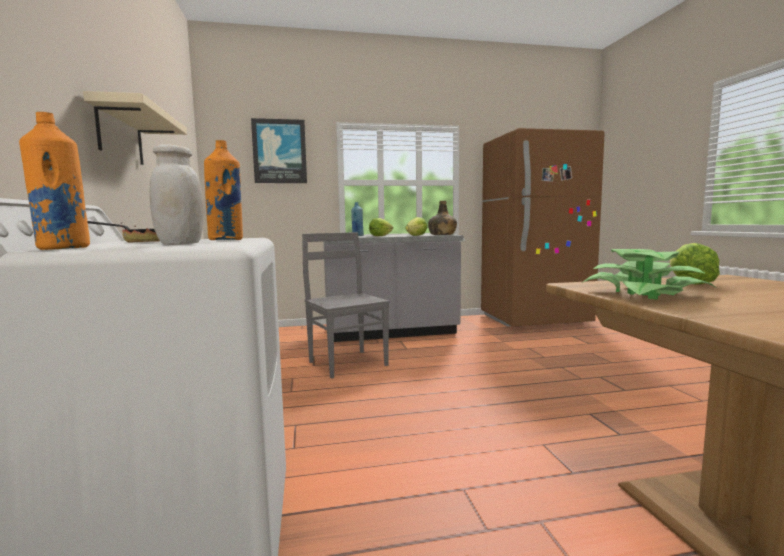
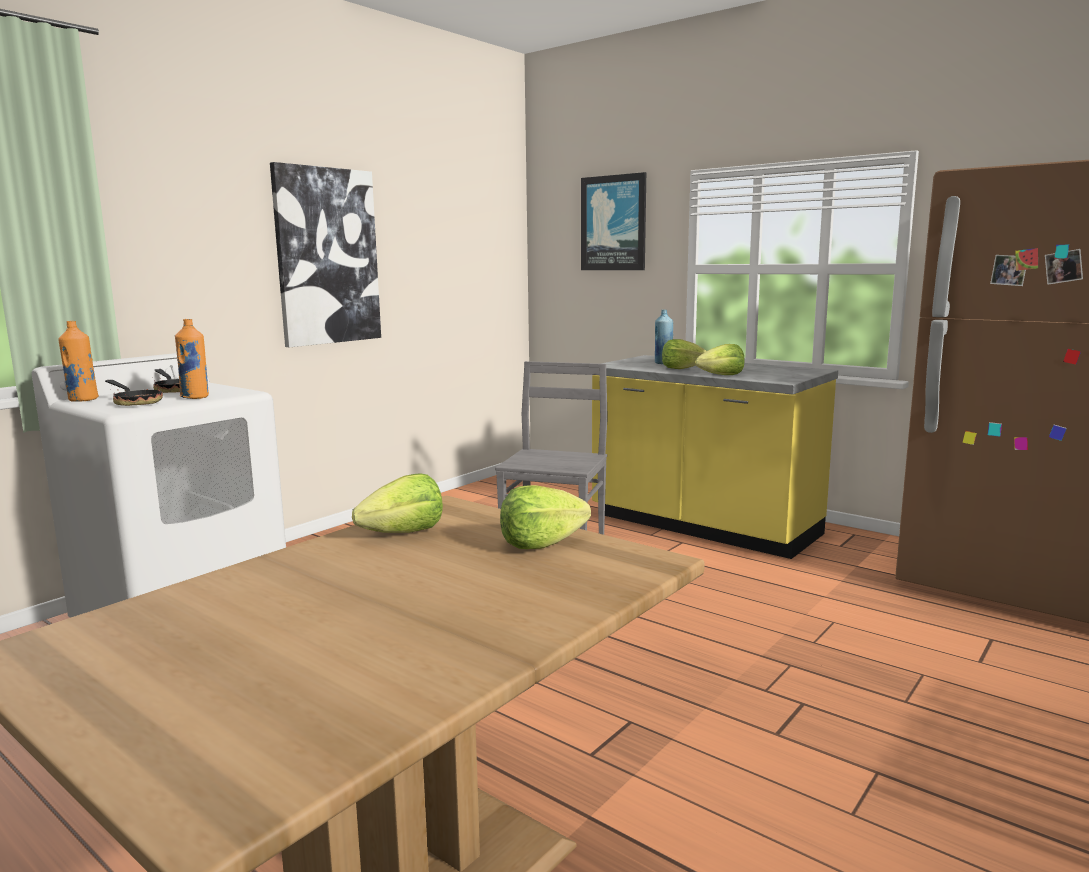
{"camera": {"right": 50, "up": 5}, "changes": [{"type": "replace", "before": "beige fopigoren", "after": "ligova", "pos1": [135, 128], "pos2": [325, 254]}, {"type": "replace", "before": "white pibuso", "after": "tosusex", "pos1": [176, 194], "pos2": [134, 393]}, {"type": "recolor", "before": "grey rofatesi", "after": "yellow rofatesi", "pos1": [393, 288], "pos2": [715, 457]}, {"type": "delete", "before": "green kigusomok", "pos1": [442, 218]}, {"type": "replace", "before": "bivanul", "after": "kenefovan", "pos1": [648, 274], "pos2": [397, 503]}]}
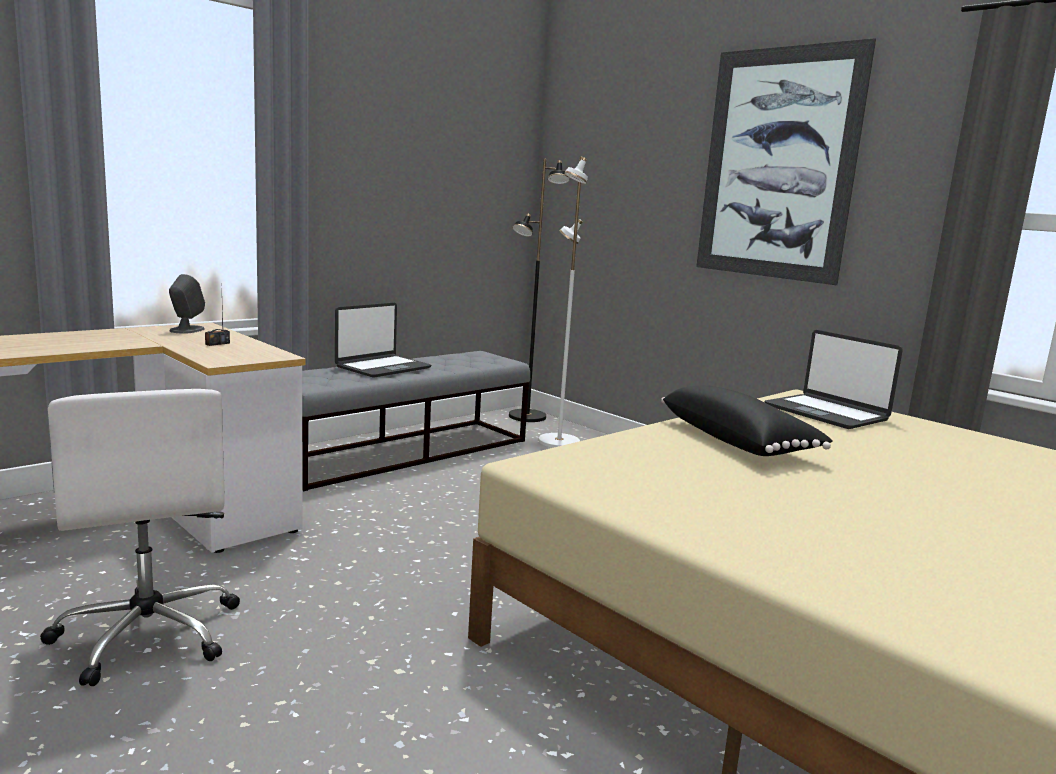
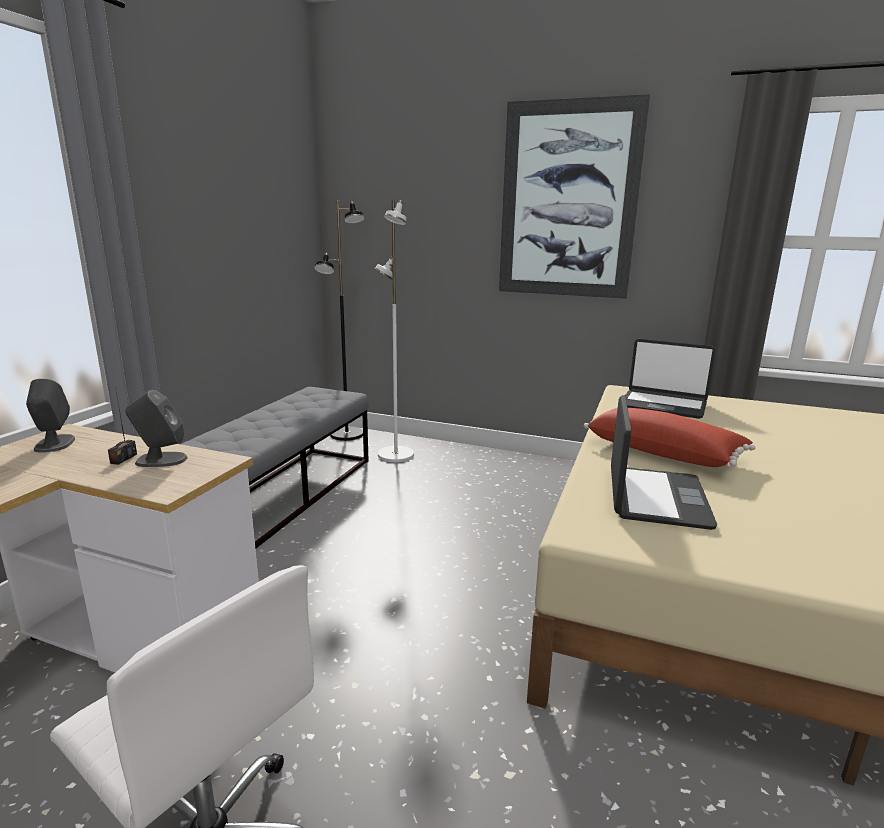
{"camera": {"right": -25, "up": 5}, "changes": [{"type": "move", "before": "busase", "pos1": [383, 340], "pos2": [664, 462]}, {"type": "recolor", "before": "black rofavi", "after": "red rofavi", "pos1": [747, 421], "pos2": [669, 437]}, {"type": "insert", "after": "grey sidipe", "pos2": [156, 428]}]}
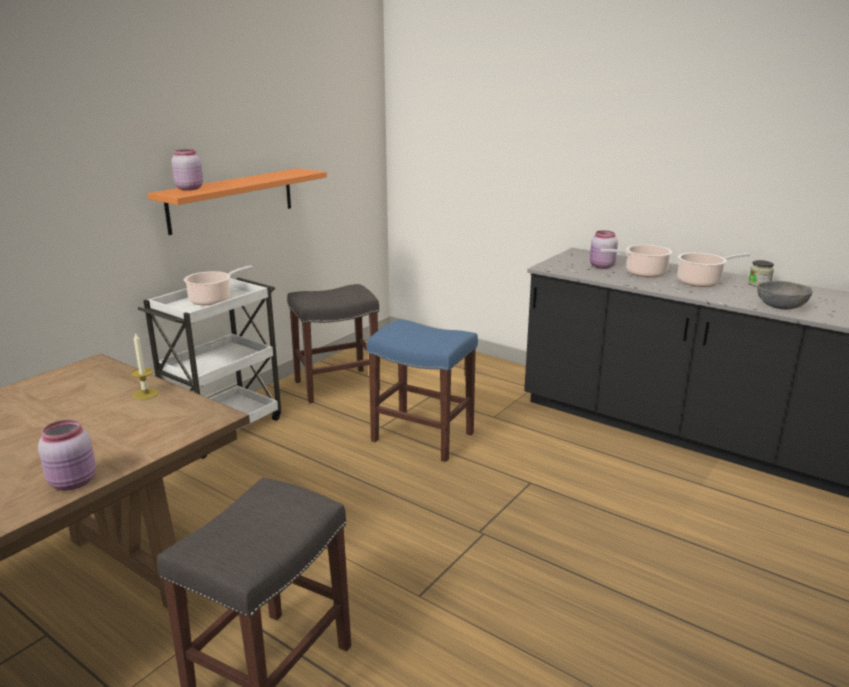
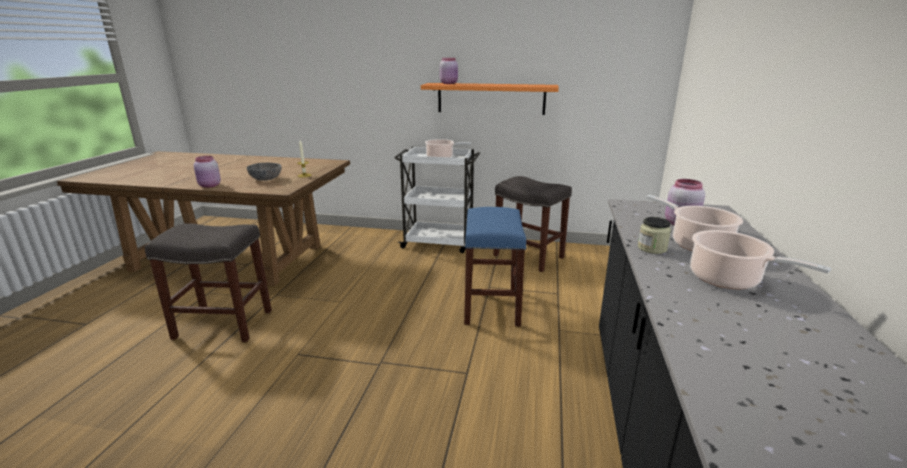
{"camera": {"right": 65, "up": 0}, "changes": [{"type": "move", "before": "pibuso", "pos1": [761, 273], "pos2": [654, 235]}, {"type": "move", "before": "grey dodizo", "pos1": [785, 295], "pos2": [264, 171]}]}
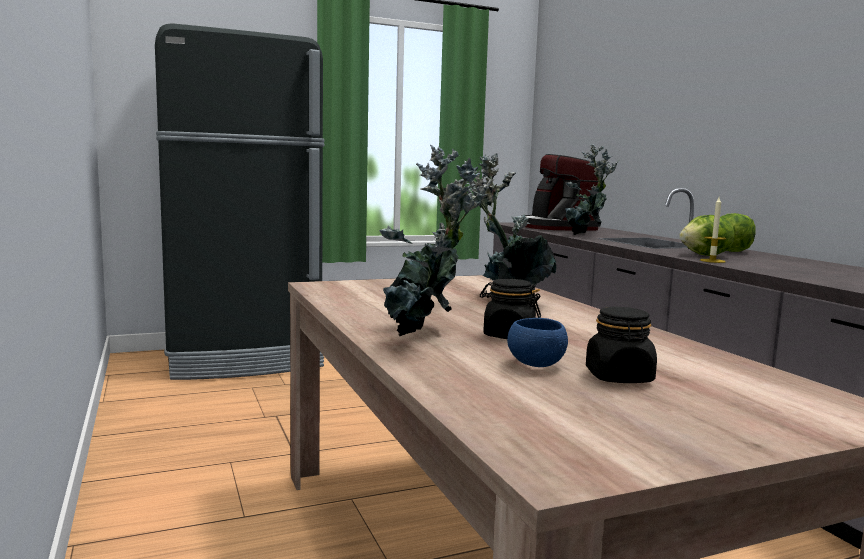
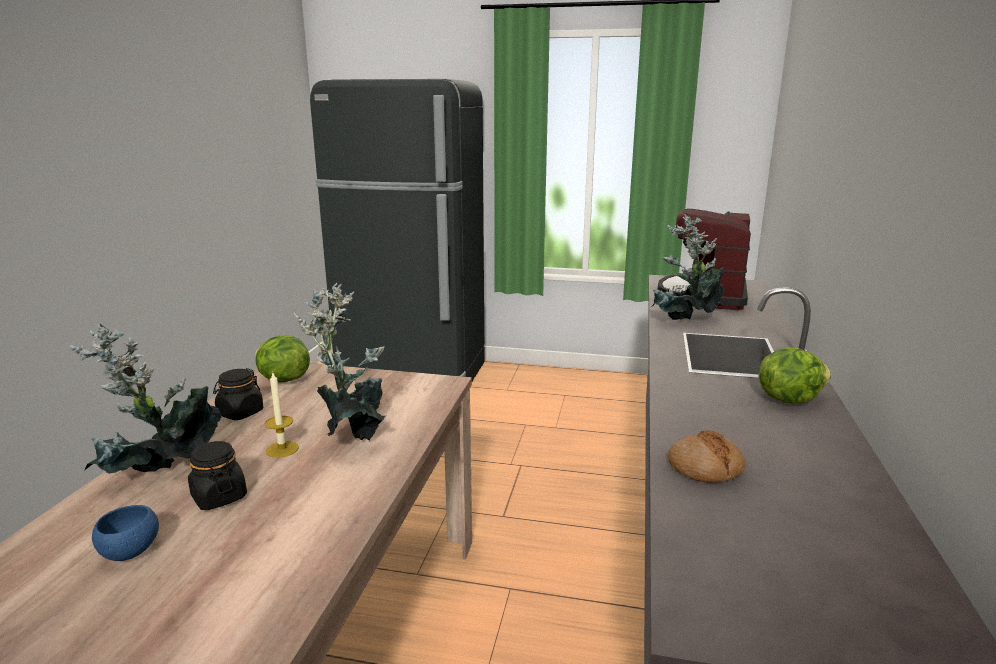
{"camera": {"right": 35, "up": 10}, "changes": [{"type": "move", "before": "black pibuso", "pos1": [621, 345], "pos2": [238, 394]}, {"type": "move", "before": "kenefovan", "pos1": [707, 235], "pos2": [282, 358]}, {"type": "move", "before": "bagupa", "pos1": [713, 230], "pos2": [282, 415]}, {"type": "insert", "after": "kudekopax", "pos2": [707, 456]}]}
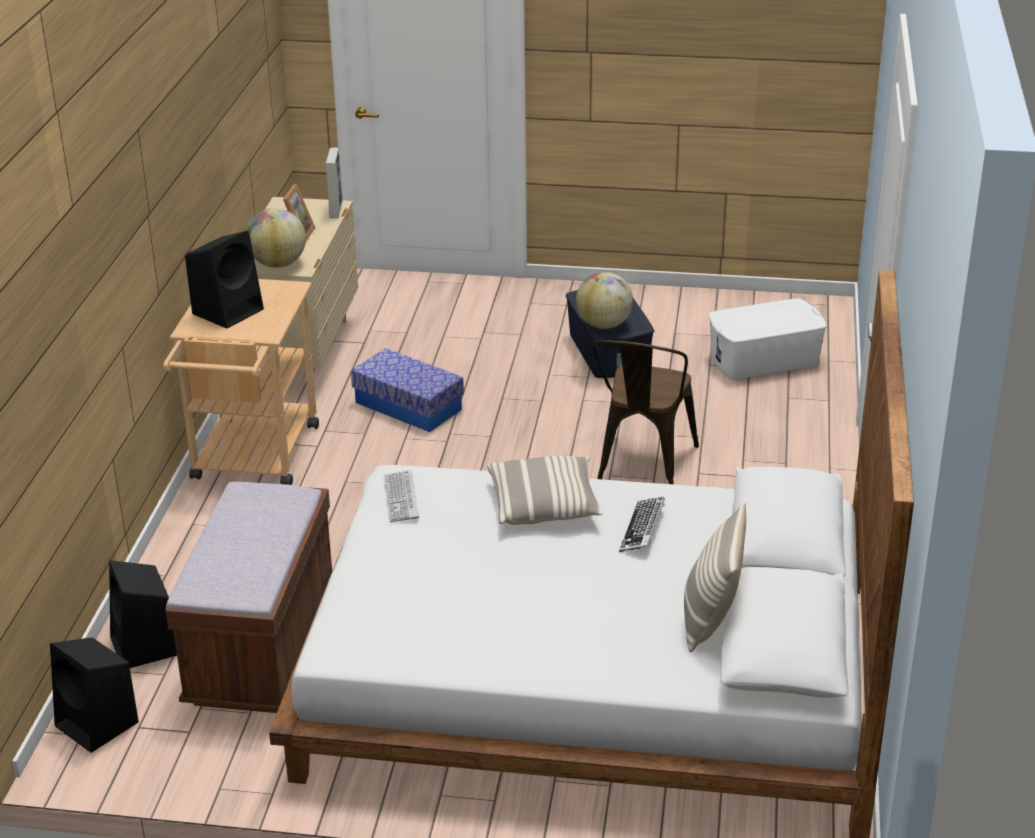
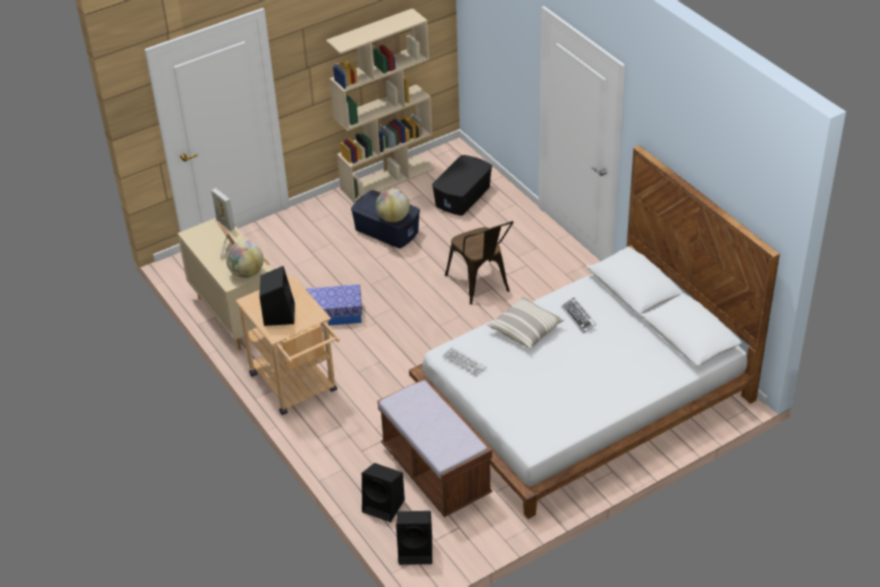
{"camera": {"right": -40, "up": 10}, "changes": [{"type": "delete", "before": "rofavi", "pos1": [715, 577]}, {"type": "recolor", "before": "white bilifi", "after": "black bilifi", "pos1": [768, 339], "pos2": [462, 185]}, {"type": "insert", "after": "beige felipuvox", "pos2": [380, 105]}]}
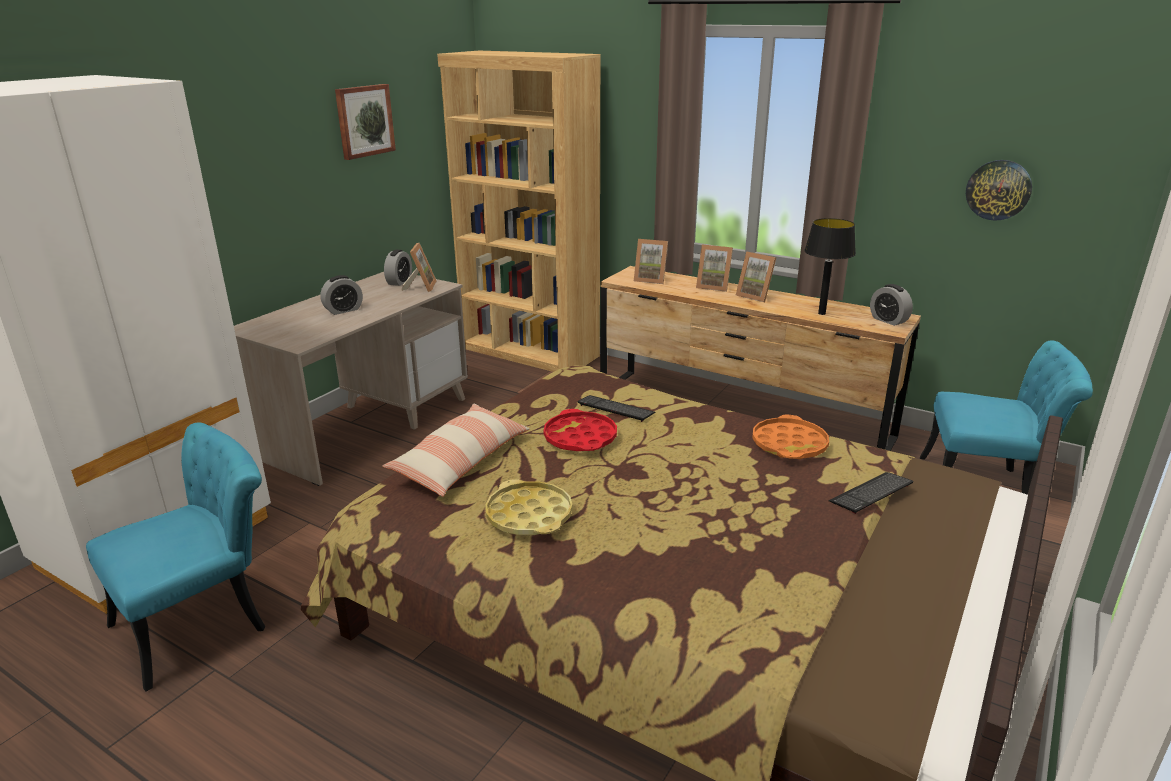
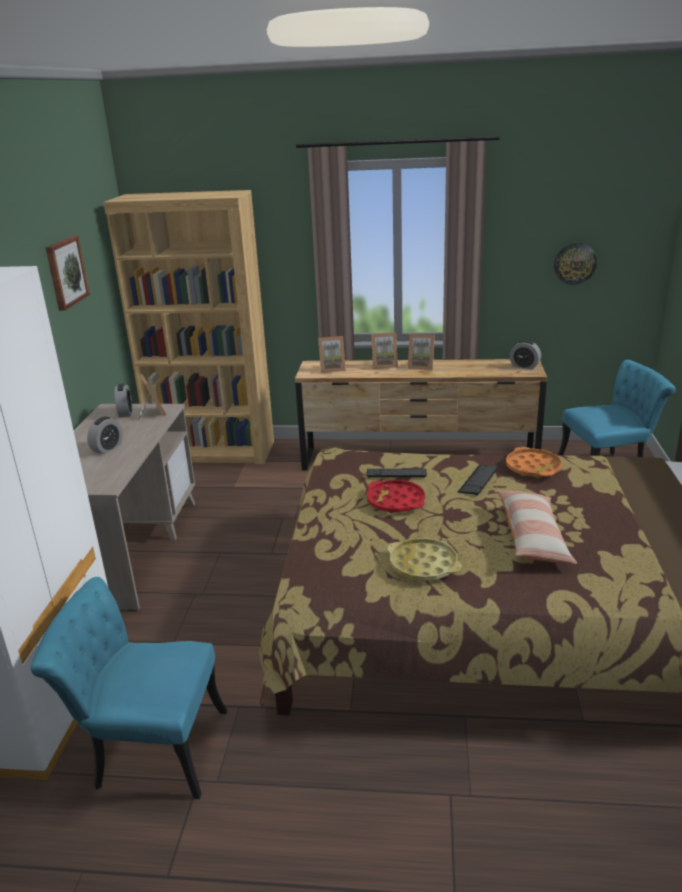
{"camera": {"right": -25, "up": 0}, "changes": [{"type": "rotate", "before": "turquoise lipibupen", "pos1": [175, 557], "pos2": [129, 688], "turn": -105}, {"type": "move", "before": "rofavi", "pos1": [456, 450], "pos2": [536, 527]}, {"type": "delete", "before": "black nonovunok", "pos1": [830, 266]}, {"type": "move", "before": "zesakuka", "pos1": [870, 493], "pos2": [478, 480]}]}
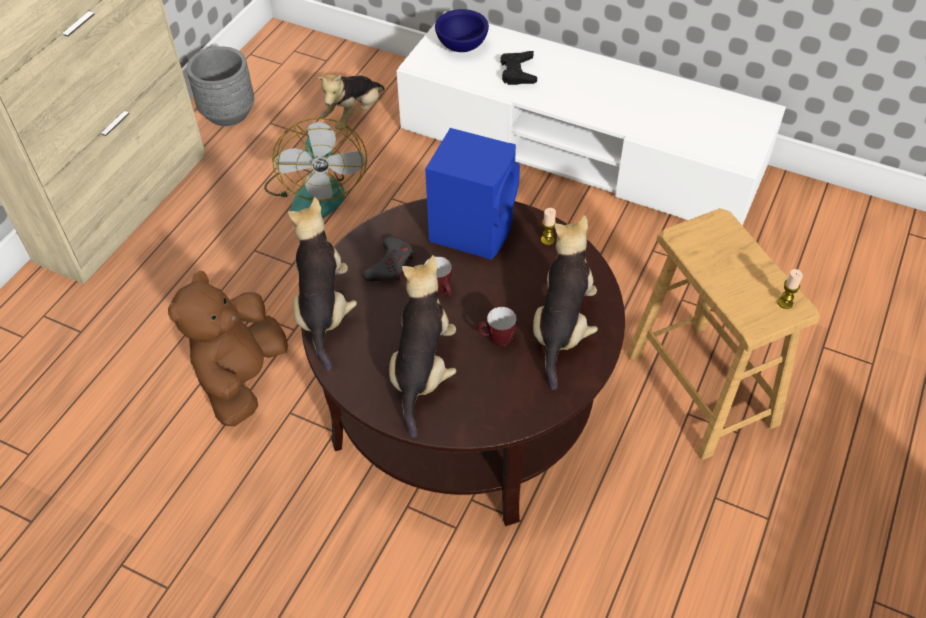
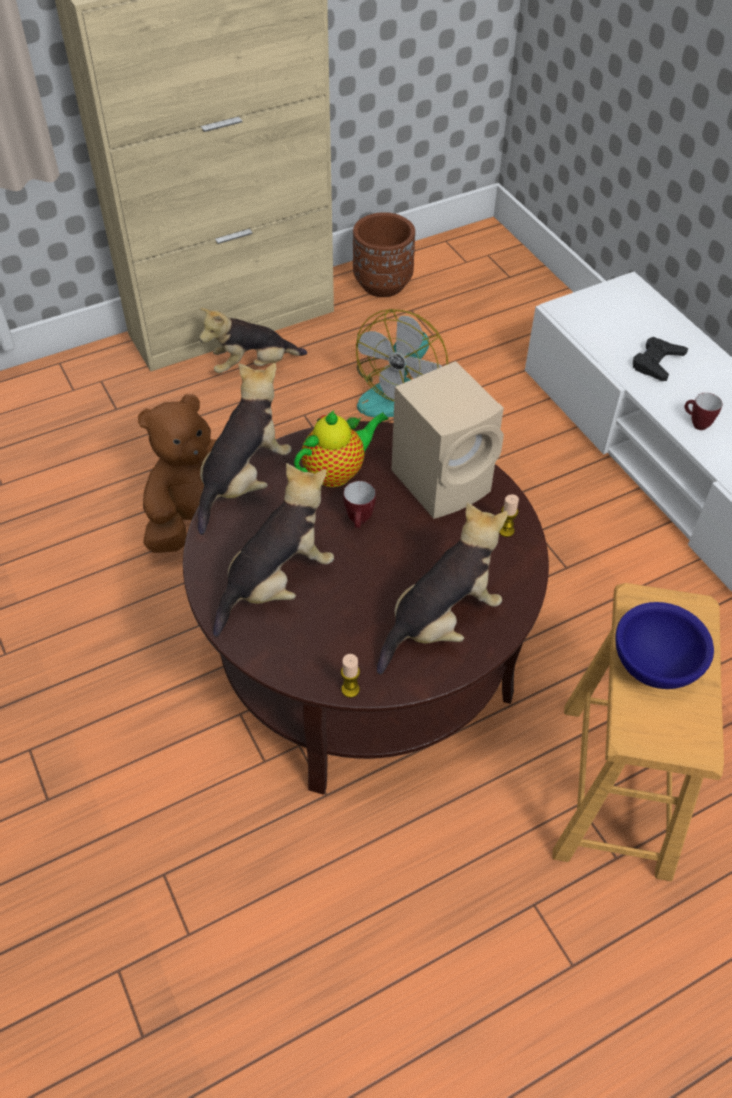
{"camera": {"right": 35, "up": 0}, "changes": [{"type": "recolor", "before": "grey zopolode", "after": "brown zopolode", "pos1": [220, 86], "pos2": [384, 254]}, {"type": "move", "before": "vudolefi", "pos1": [351, 102], "pos2": [253, 340]}, {"type": "replace", "before": "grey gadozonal", "after": "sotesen", "pos1": [387, 258], "pos2": [341, 449]}, {"type": "recolor", "before": "blue sidipe", "after": "beige sidipe", "pos1": [472, 194], "pos2": [447, 440]}, {"type": "move", "before": "blue dodizo", "pos1": [462, 30], "pos2": [664, 645]}, {"type": "move", "before": "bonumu", "pos1": [497, 326], "pos2": [703, 411]}, {"type": "move", "before": "bagupa", "pos1": [790, 289], "pos2": [350, 676]}]}
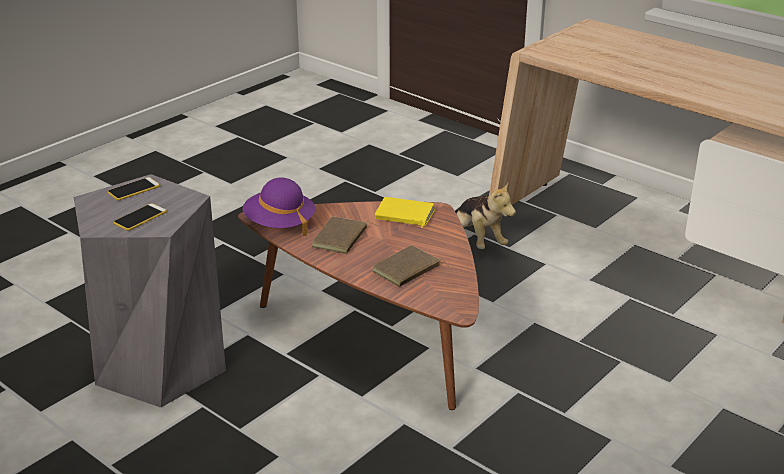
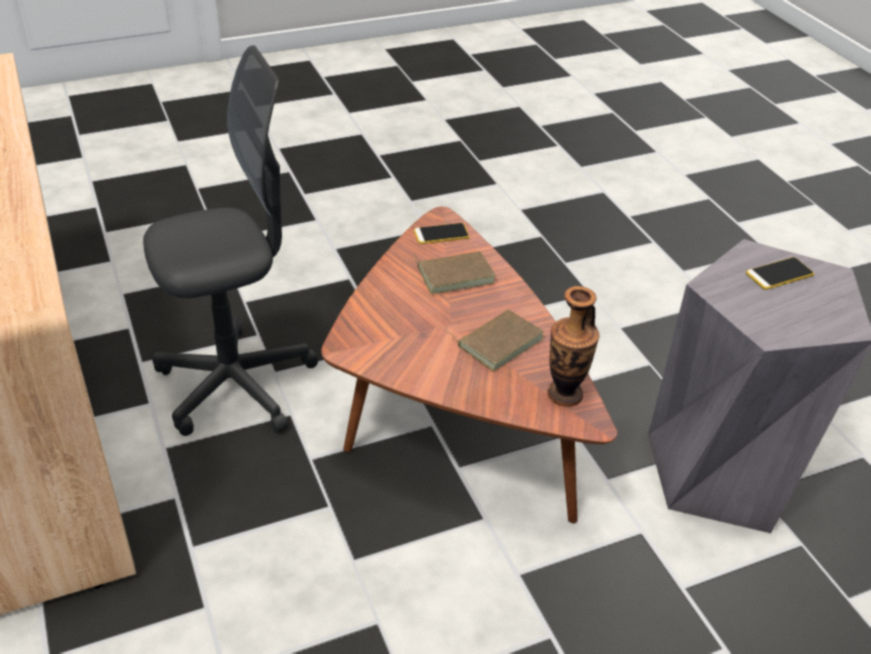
{"camera": {"right": -155, "up": 10}, "changes": [{"type": "move", "before": "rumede", "pos1": [133, 188], "pos2": [441, 233]}, {"type": "replace", "before": "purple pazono", "after": "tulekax", "pos1": [279, 206], "pos2": [573, 346]}, {"type": "delete", "before": "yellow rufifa", "pos1": [405, 212]}, {"type": "delete", "before": "vudolefi", "pos1": [485, 215]}, {"type": "insert", "after": "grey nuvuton", "pos2": [230, 240]}]}
